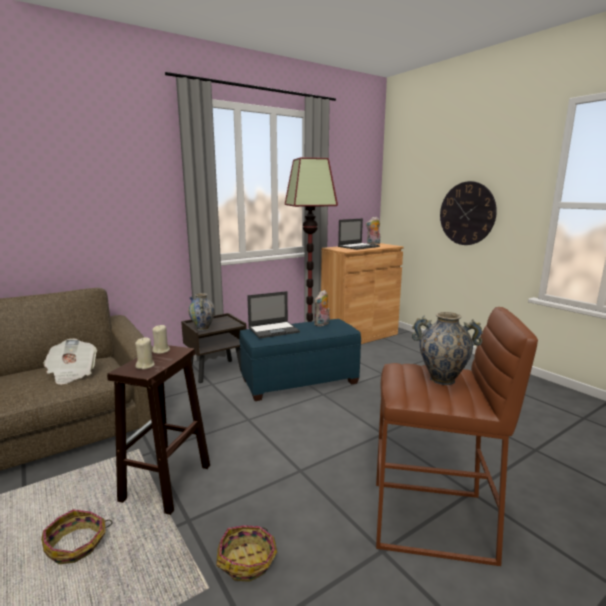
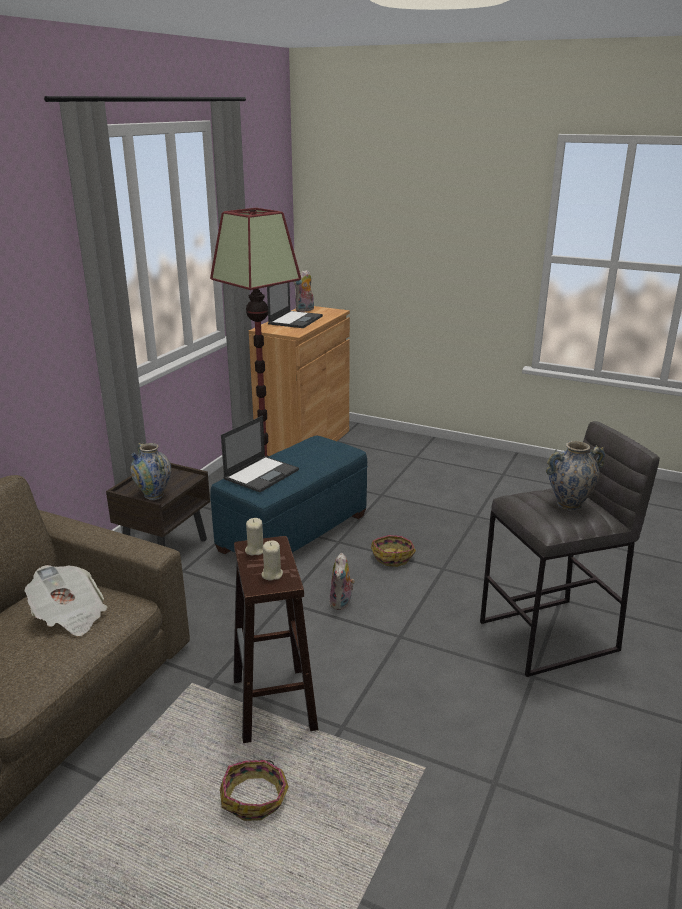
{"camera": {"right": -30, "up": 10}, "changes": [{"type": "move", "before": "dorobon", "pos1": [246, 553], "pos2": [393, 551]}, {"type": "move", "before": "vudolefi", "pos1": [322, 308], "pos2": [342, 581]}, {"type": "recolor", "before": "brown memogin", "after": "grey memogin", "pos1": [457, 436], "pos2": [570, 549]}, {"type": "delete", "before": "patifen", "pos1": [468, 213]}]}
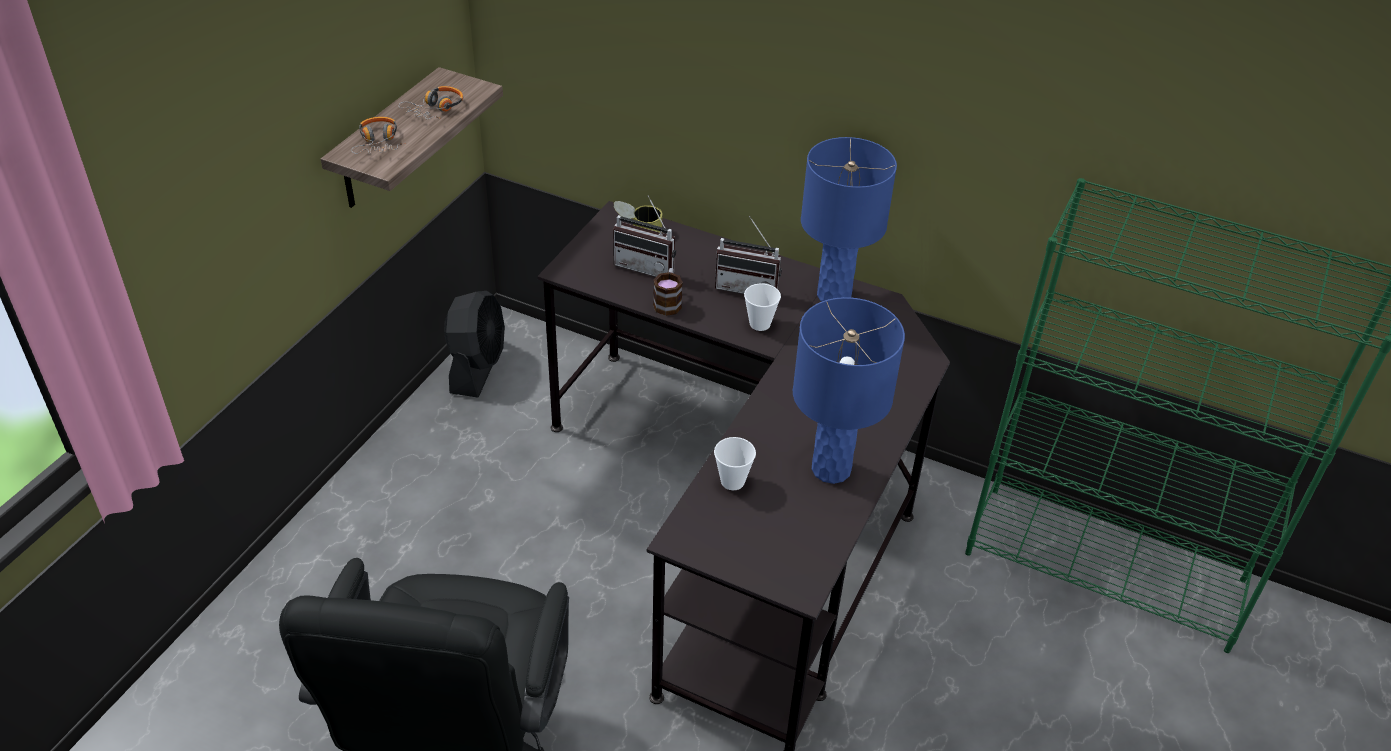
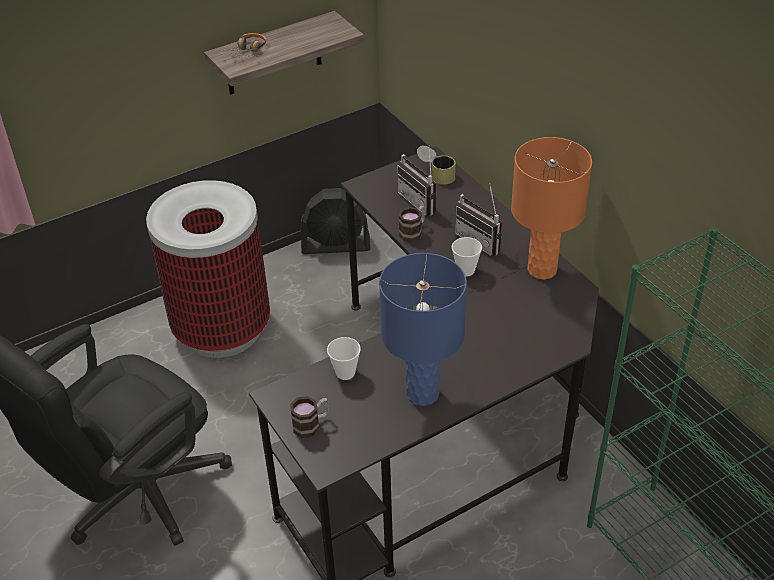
{"camera": {"right": 35, "up": 0}, "changes": [{"type": "delete", "before": "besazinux", "pos1": [431, 102]}, {"type": "rotate", "before": "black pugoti", "pos1": [474, 344], "pos2": [335, 221], "turn": 45}, {"type": "recolor", "before": "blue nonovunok", "after": "orange nonovunok", "pos1": [849, 219], "pos2": [551, 208]}, {"type": "insert", "after": "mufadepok", "pos2": [208, 269]}, {"type": "insert", "after": "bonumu", "pos2": [309, 417]}]}
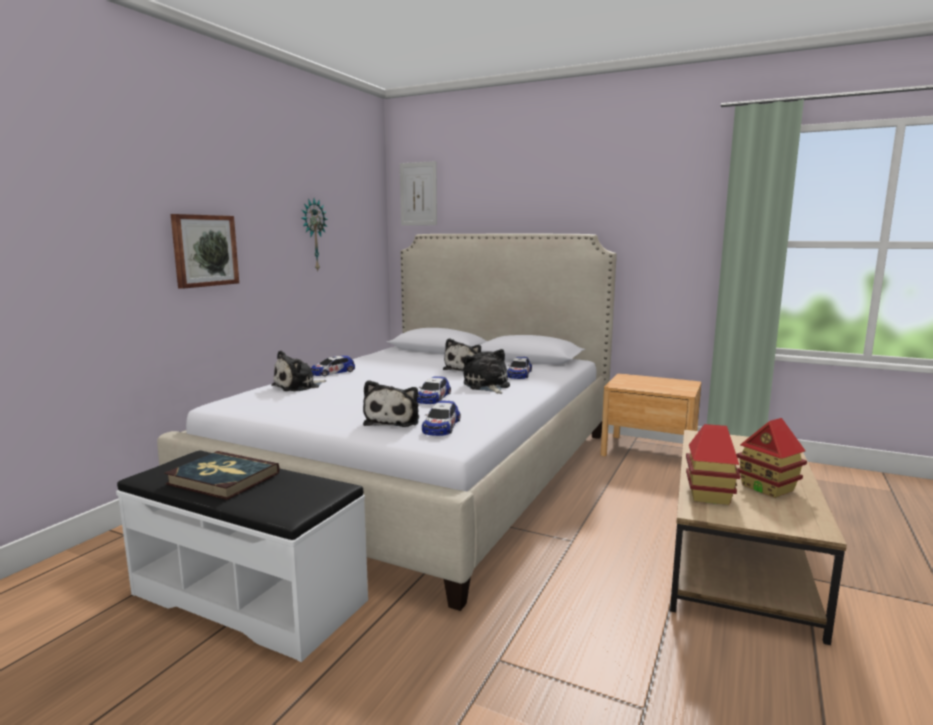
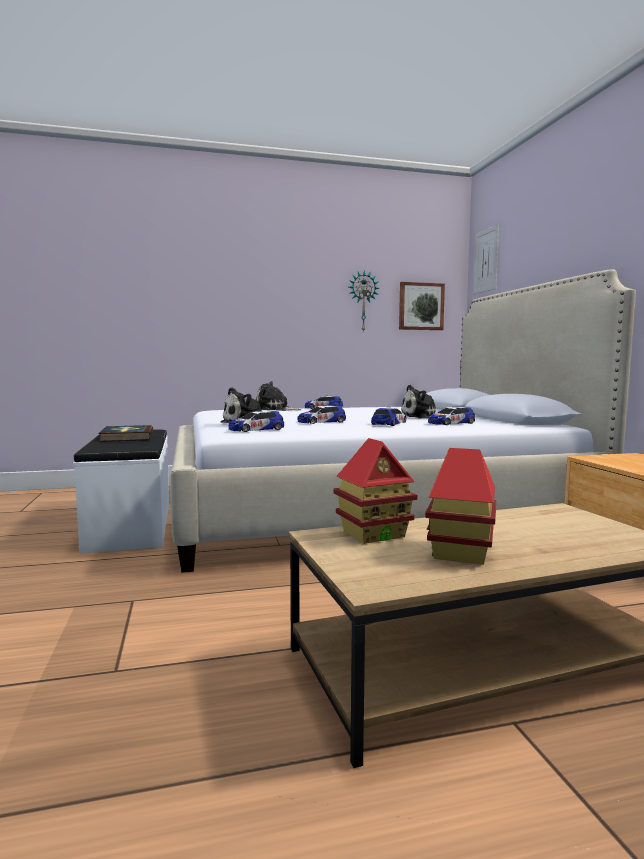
{"camera": {"right": 50, "up": -5}, "changes": [{"type": "move", "before": "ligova", "pos1": [205, 251], "pos2": [422, 306]}, {"type": "replace", "before": "vudolefi", "after": "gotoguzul", "pos1": [486, 371], "pos2": [388, 416]}]}
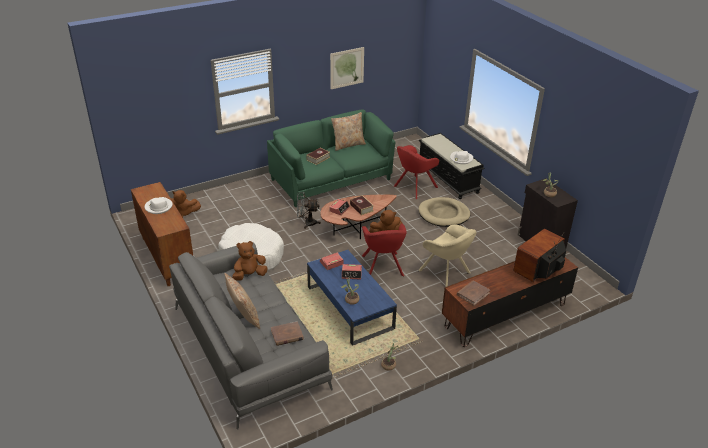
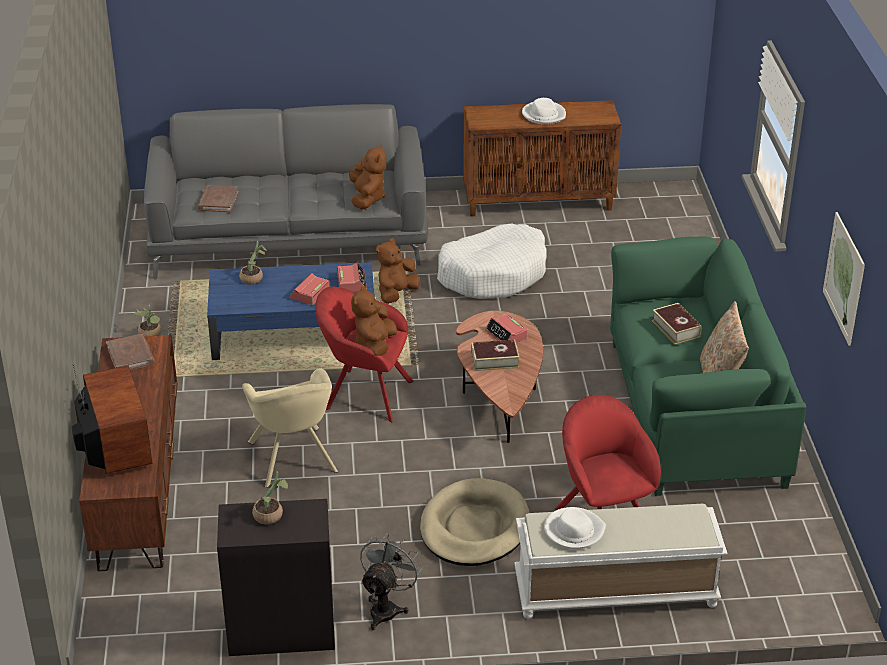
{"camera": {"right": 115, "up": 0}, "changes": [{"type": "move", "before": "brown vudolefi", "pos1": [186, 203], "pos2": [398, 271]}, {"type": "delete", "before": "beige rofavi", "pos1": [242, 301]}, {"type": "move", "before": "grey pugoti", "pos1": [309, 211], "pos2": [391, 581]}, {"type": "rotate", "before": "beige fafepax", "pos1": [447, 255], "pos2": [290, 428], "turn": -90}, {"type": "recolor", "before": "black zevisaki", "after": "white zevisaki", "pos1": [452, 166], "pos2": [621, 561]}]}
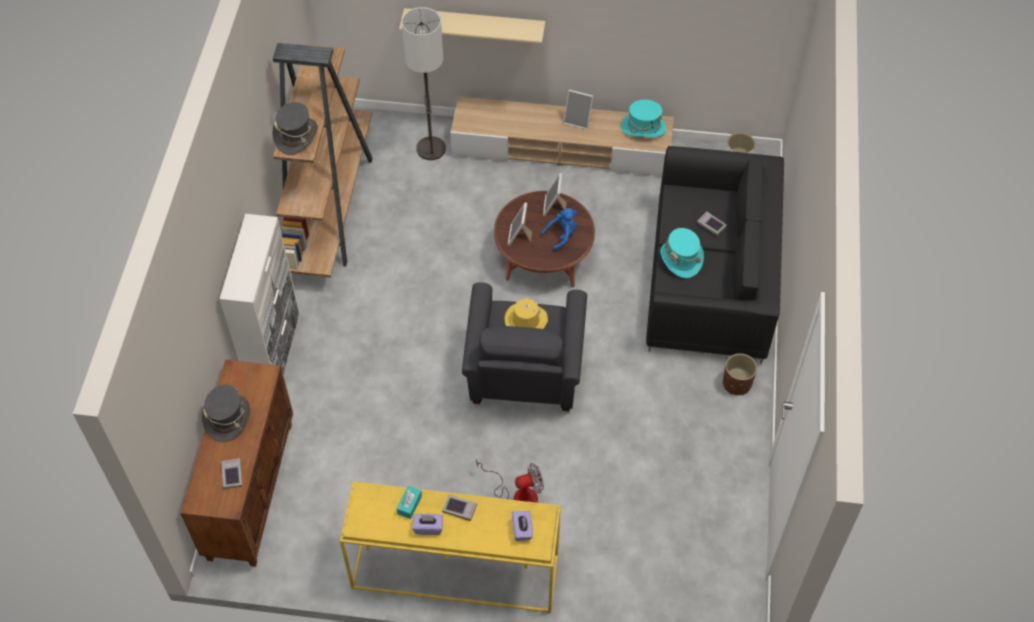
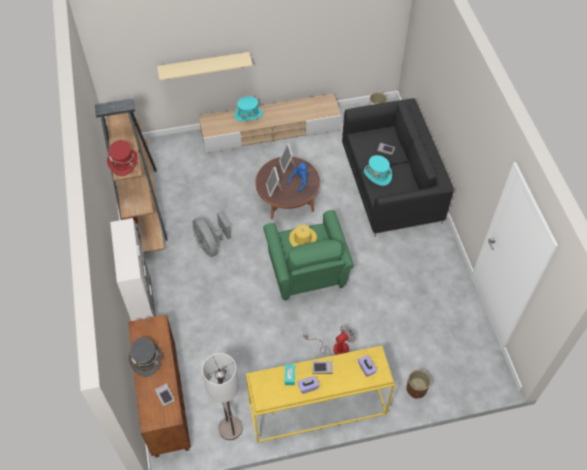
{"camera": {"right": -20, "up": 0}, "changes": [{"type": "recolor", "before": "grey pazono", "after": "red pazono", "pos1": [295, 128], "pos2": [122, 158]}, {"type": "move", "before": "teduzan", "pos1": [424, 83], "pos2": [222, 396]}, {"type": "recolor", "before": "grey fafepax", "after": "green fafepax", "pos1": [524, 346], "pos2": [308, 255]}, {"type": "delete", "before": "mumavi", "pos1": [578, 109]}, {"type": "move", "before": "turquoise pazono", "pos1": [643, 118], "pos2": [248, 108]}, {"type": "move", "before": "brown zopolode", "pos1": [740, 374], "pos2": [419, 384]}, {"type": "insert", "after": "grey pugoti", "pos2": [212, 234]}]}
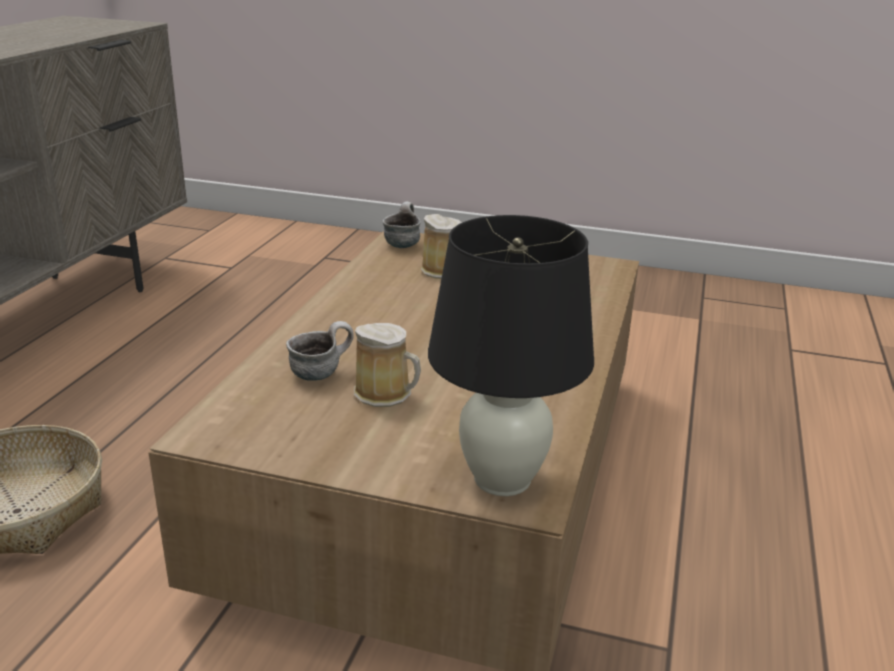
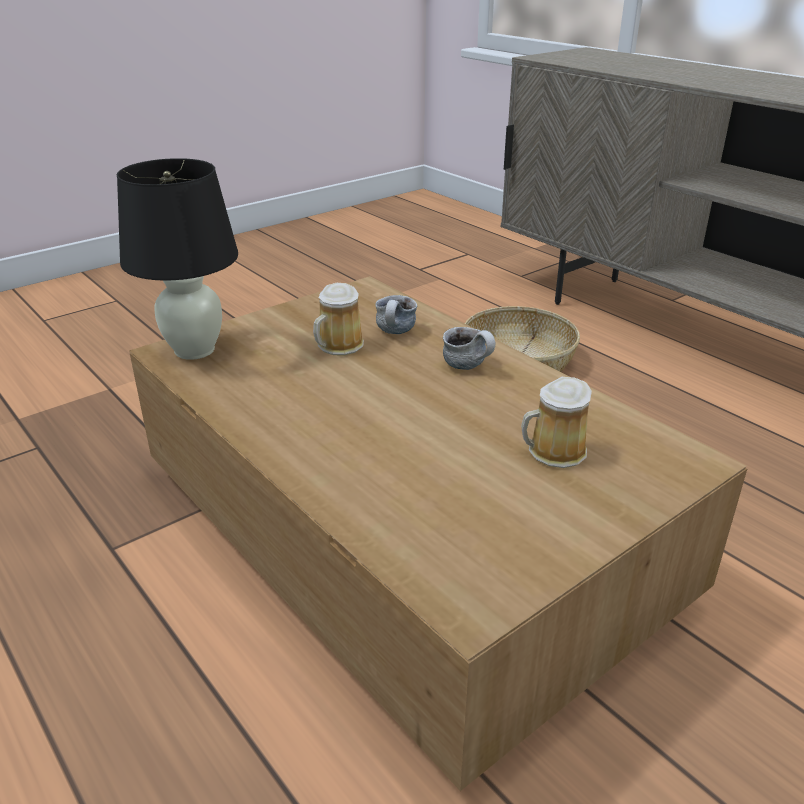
{"camera": {"right": 125, "up": 5}, "changes": [{"type": "move", "before": "bonumu", "pos1": [401, 225], "pos2": [469, 348]}]}
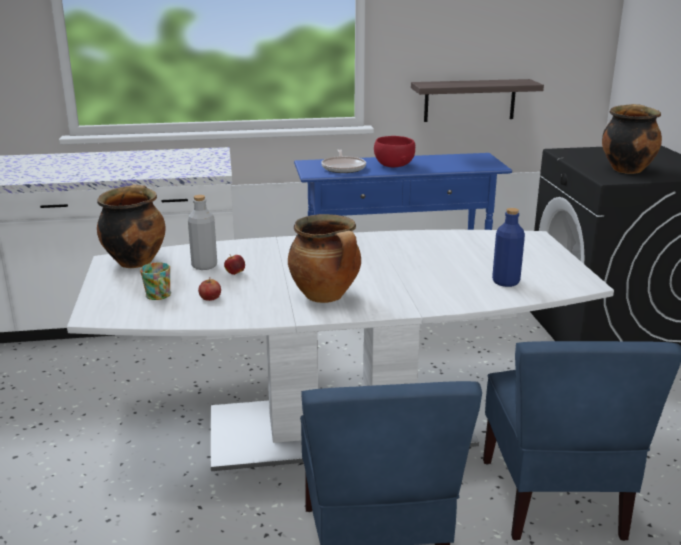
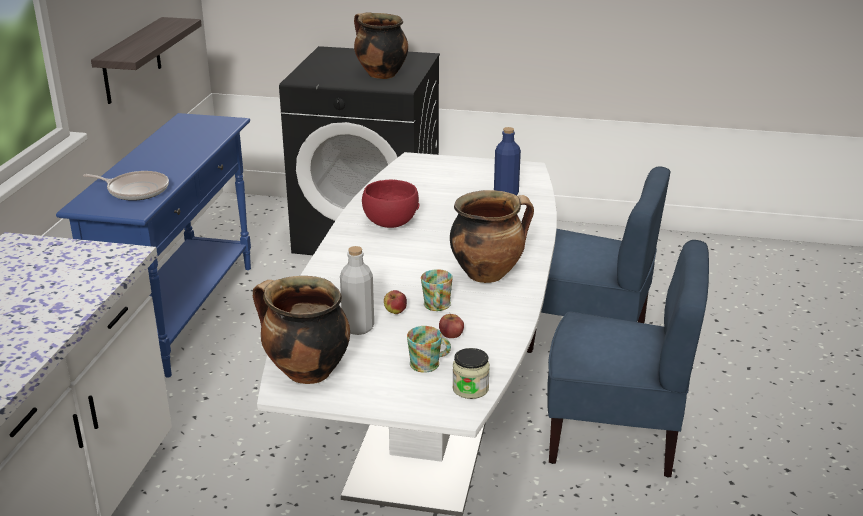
{"camera": {"right": -70, "up": 5}, "changes": [{"type": "move", "before": "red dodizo", "pos1": [394, 152], "pos2": [390, 204]}, {"type": "insert", "after": "bonumu", "pos2": [437, 290]}, {"type": "insert", "after": "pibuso", "pos2": [471, 373]}]}
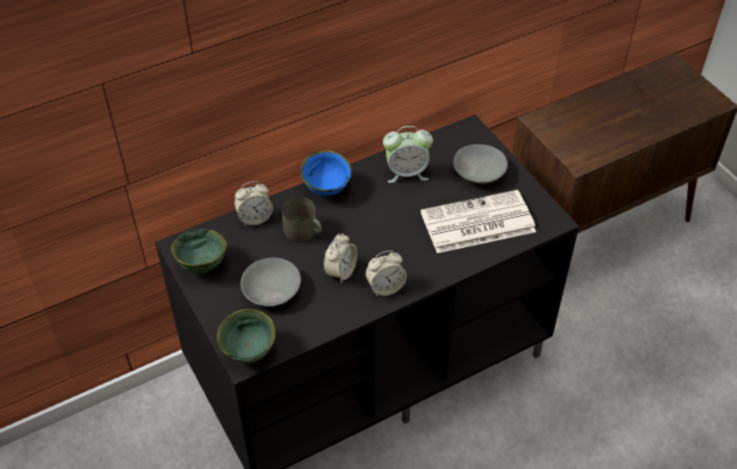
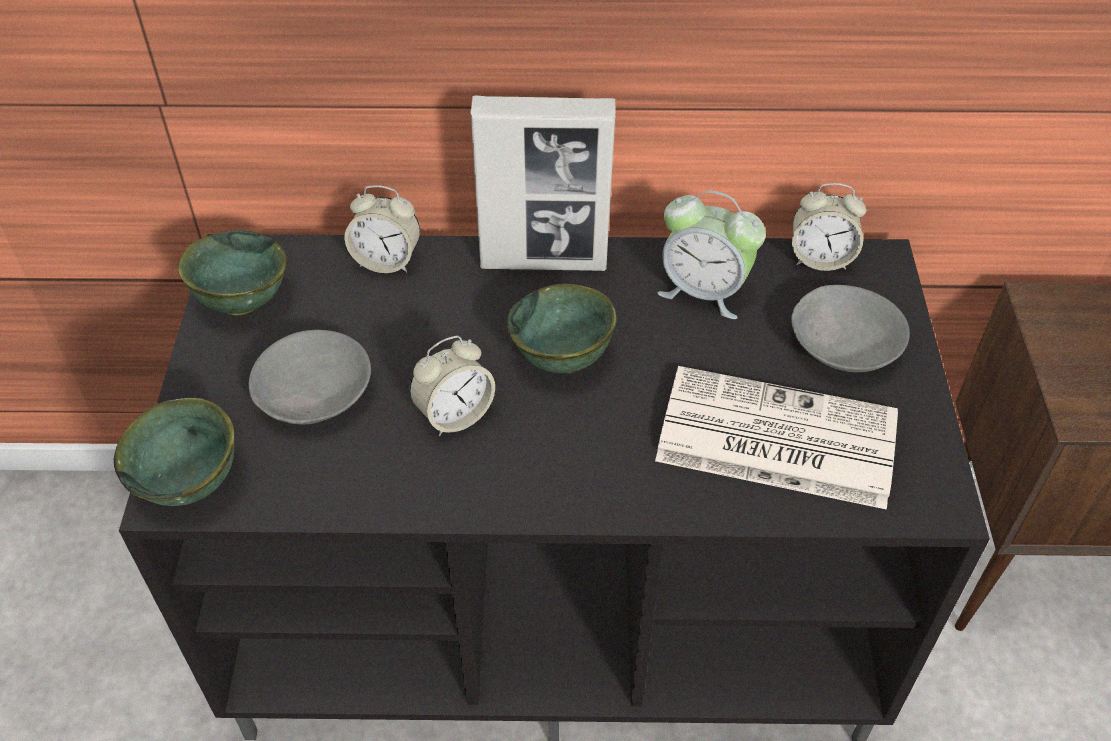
{"camera": {"right": 30, "up": 0}, "changes": [{"type": "delete", "before": "grey bonumu", "pos1": [301, 219]}, {"type": "replace", "before": "blue dodizo", "after": "mumavi", "pos1": [326, 173], "pos2": [543, 183]}, {"type": "move", "before": "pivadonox", "pos1": [386, 273], "pos2": [829, 227]}, {"type": "insert", "after": "green dodizo", "pos2": [562, 328]}]}
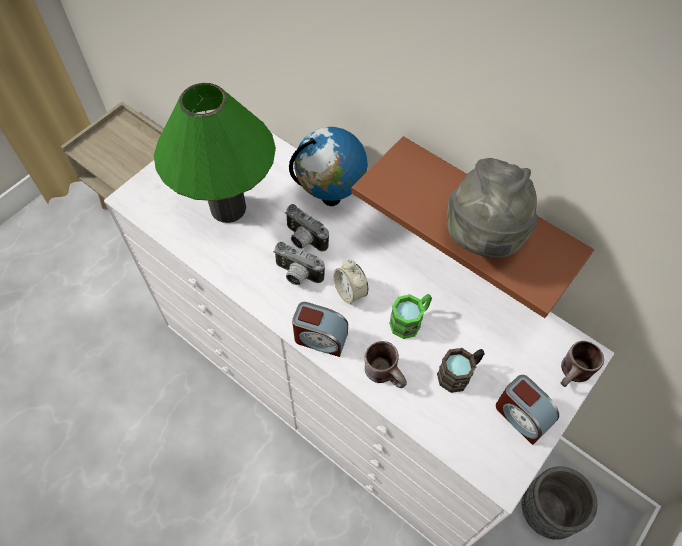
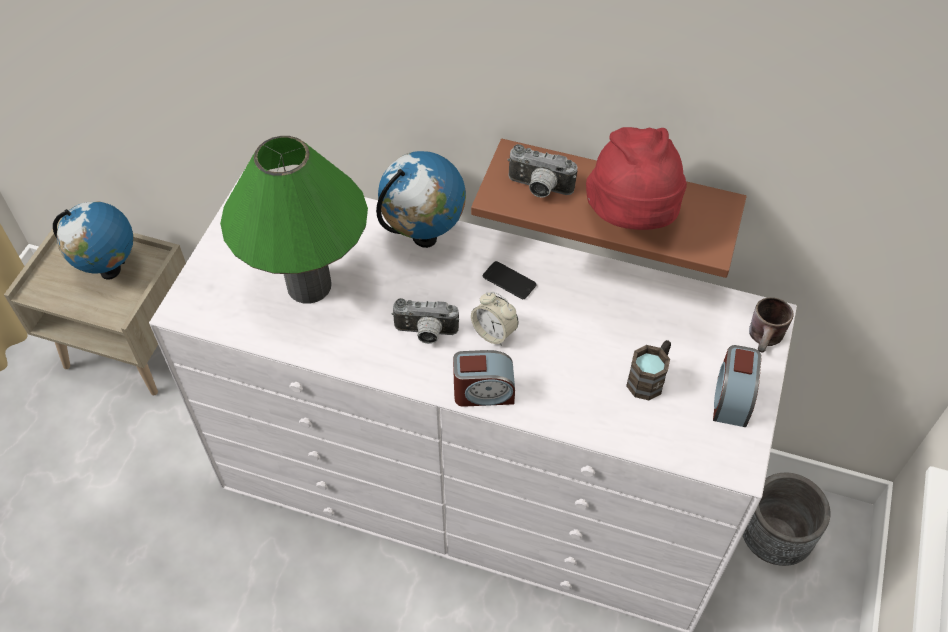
{"camera": {"right": -20, "up": -5}, "changes": [{"type": "move", "before": "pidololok", "pos1": [307, 228], "pos2": [543, 171]}, {"type": "delete", "before": "brown bonumu", "pos1": [385, 364]}, {"type": "delete", "before": "green bonumu", "pos1": [410, 316]}, {"type": "recolor", "before": "grey pazono", "after": "red pazono", "pos1": [492, 208], "pos2": [636, 178]}, {"type": "rotate", "before": "pivadonox", "pos1": [527, 410], "pos2": [737, 386], "turn": 75}, {"type": "insert", "after": "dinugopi", "pos2": [93, 240]}, {"type": "insert", "after": "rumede", "pos2": [510, 280]}]}
